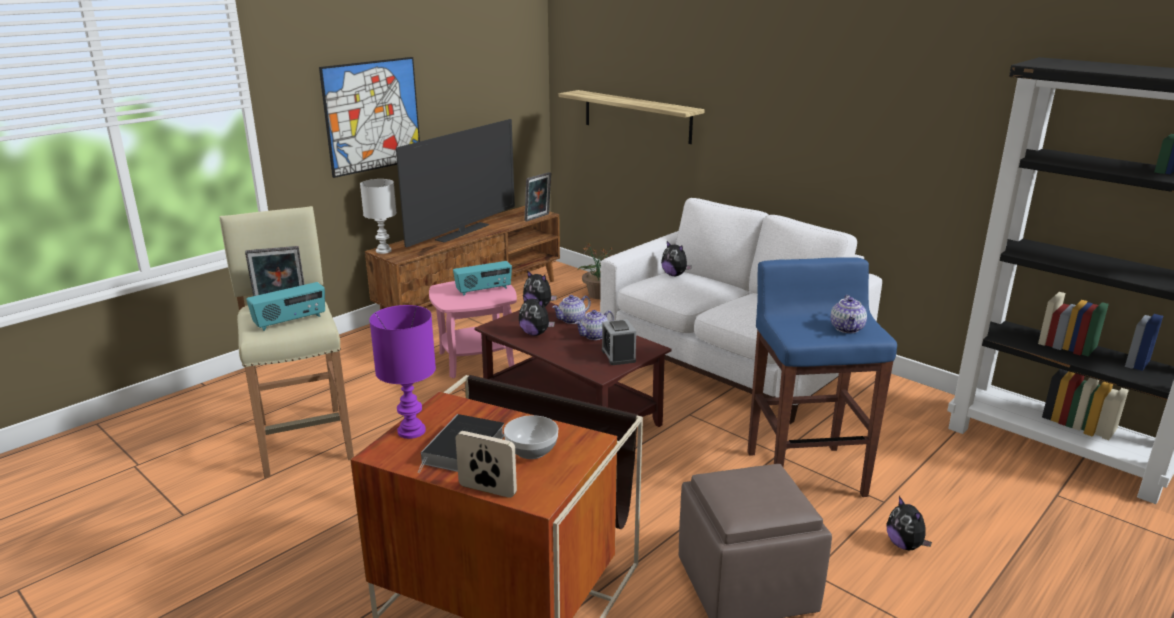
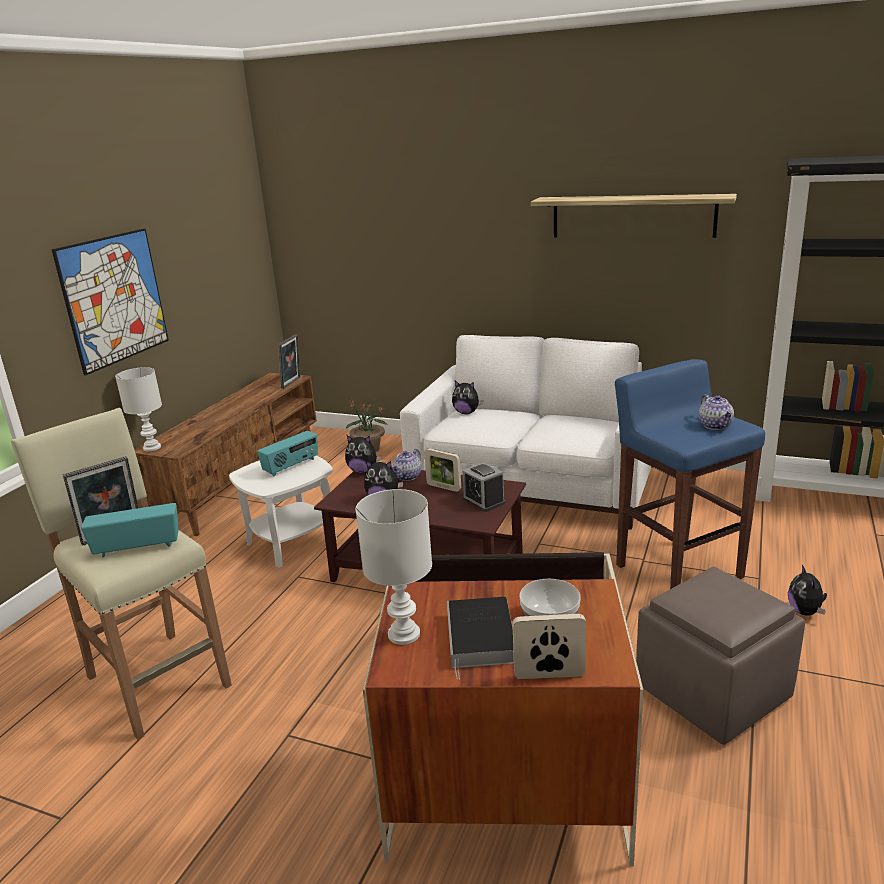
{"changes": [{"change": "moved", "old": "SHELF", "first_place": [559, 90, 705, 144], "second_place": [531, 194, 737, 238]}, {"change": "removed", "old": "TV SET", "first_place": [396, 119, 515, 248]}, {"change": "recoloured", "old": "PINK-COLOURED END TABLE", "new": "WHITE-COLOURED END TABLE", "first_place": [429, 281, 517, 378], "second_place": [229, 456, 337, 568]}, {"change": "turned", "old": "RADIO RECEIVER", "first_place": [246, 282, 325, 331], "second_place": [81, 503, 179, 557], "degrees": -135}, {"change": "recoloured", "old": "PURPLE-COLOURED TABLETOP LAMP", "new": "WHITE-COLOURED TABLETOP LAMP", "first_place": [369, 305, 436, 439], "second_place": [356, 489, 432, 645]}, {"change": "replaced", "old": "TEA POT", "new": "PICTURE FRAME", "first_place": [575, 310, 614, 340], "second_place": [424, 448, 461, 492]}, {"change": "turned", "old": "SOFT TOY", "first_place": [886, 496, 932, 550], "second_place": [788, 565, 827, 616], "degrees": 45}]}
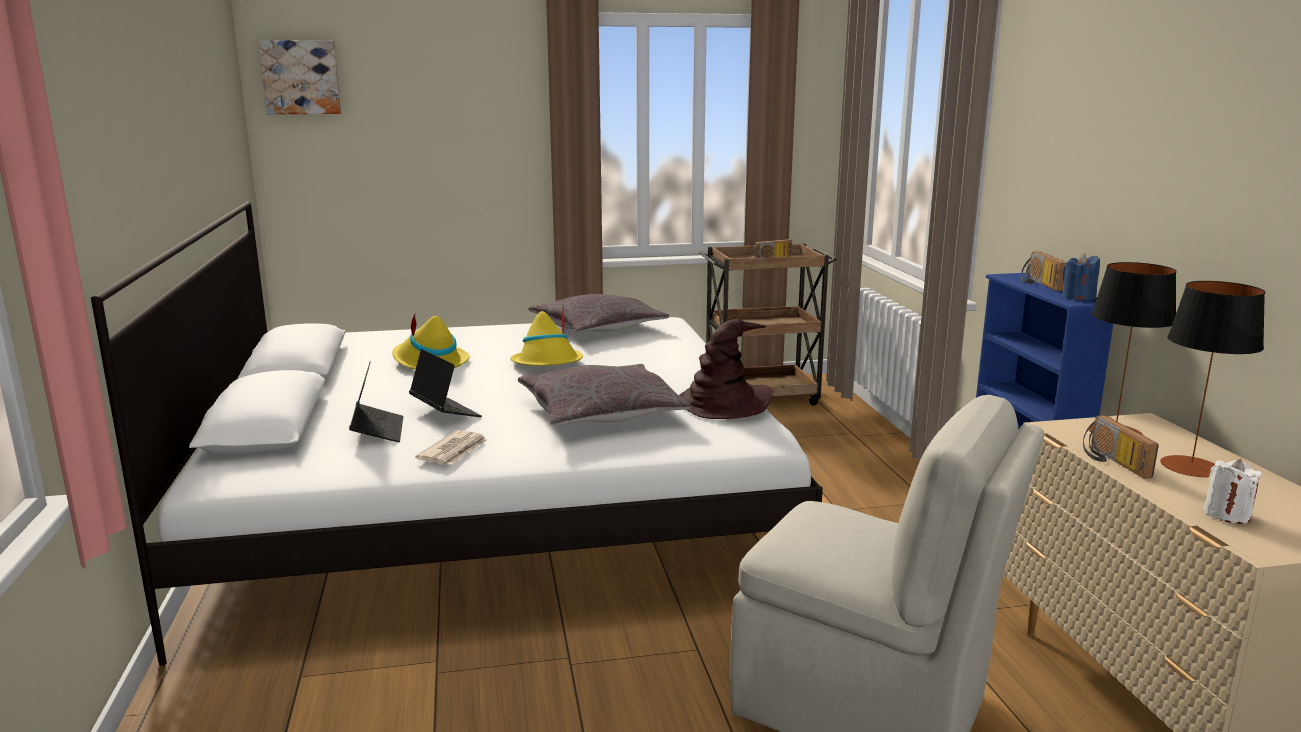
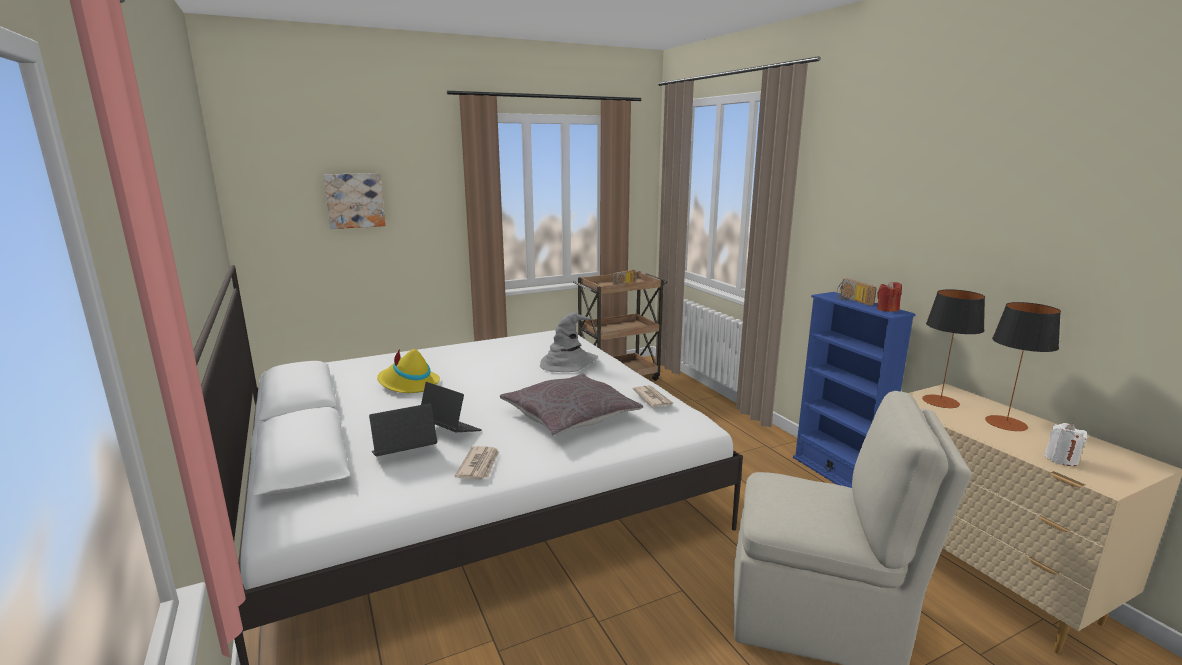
{"changes": [{"change": "moved", "old": "PICTURE", "first_place": [258, 40, 341, 114], "second_place": [323, 173, 386, 229]}, {"change": "recoloured", "old": "BLUISH CANDLE", "new": "RED-COLOURED CANDLE", "first_place": [1062, 253, 1100, 300], "second_place": [877, 281, 902, 312]}, {"change": "removed", "old": "GREYISH THROW PILLOW", "first_place": [528, 294, 669, 333]}, {"change": "removed", "old": "YELLOW WEARABLE HAT", "first_place": [510, 307, 583, 366]}, {"change": "replaced", "old": "BROWN WEARABLE HAT", "new": "PRINTED PAPER", "first_place": [679, 319, 773, 419], "second_place": [633, 385, 673, 407]}, {"change": "turned", "old": "NOTEBOOK COMPUTER", "first_place": [349, 361, 403, 442], "second_place": [369, 403, 437, 456], "degrees": -90}, {"change": "removed", "old": "RADIO RECEIVER", "first_place": [1083, 415, 1159, 479]}, {"change": "added", "new": "GREYISH WEARABLE HAT", "second_place": [540, 312, 598, 372]}]}
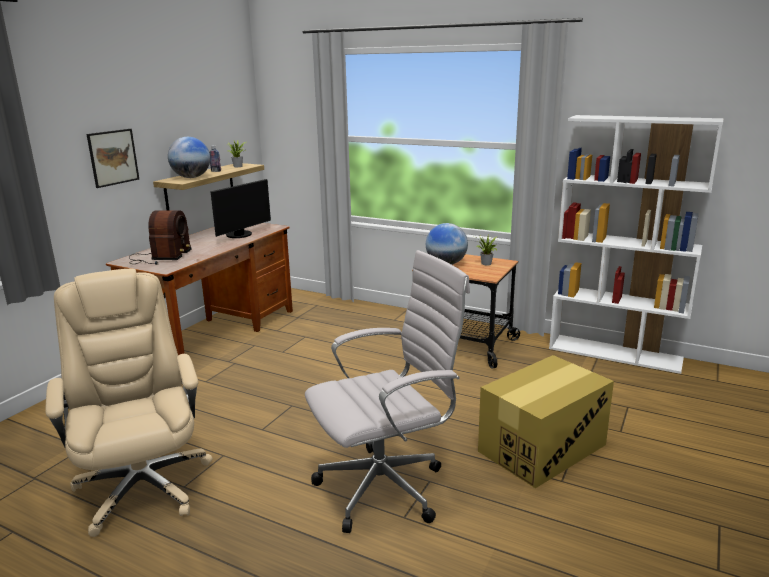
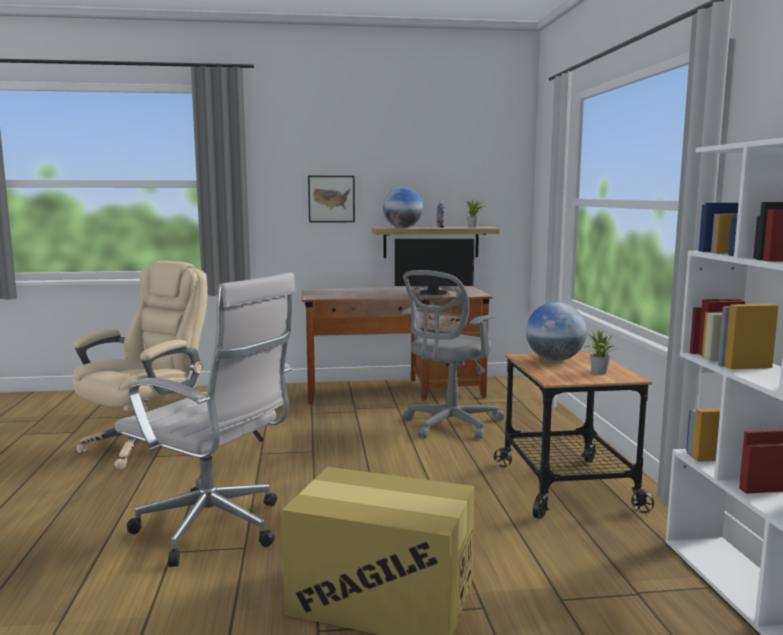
{"changes": [{"change": "removed", "old": "RADIO RECEIVER", "first_place": [129, 210, 192, 265]}, {"change": "added", "new": "GREYISH DESK CHAIR", "second_place": [401, 270, 504, 439]}]}
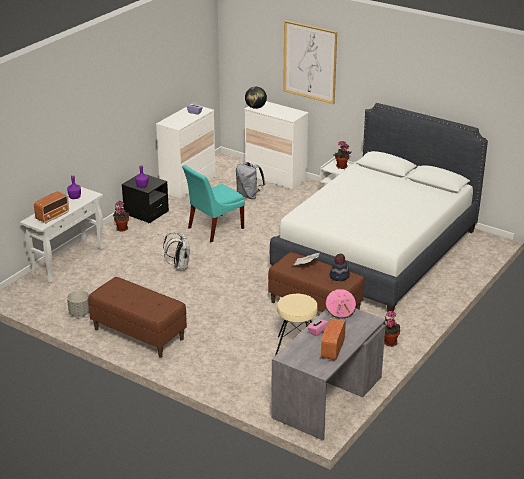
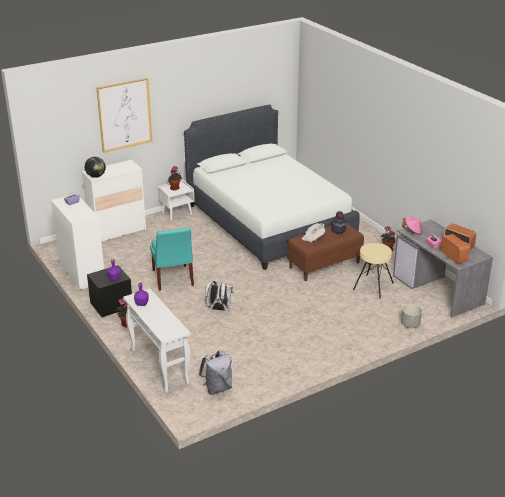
{"changes": [{"change": "moved", "old": "GREYISH BACKPACK", "first_place": [236, 162, 265, 199], "second_place": [199, 351, 232, 395]}, {"change": "moved", "old": "RADIO RECEIVER", "first_place": [34, 191, 69, 223], "second_place": [440, 234, 470, 264]}, {"change": "removed", "old": "BROWN INDOOR BENCH", "first_place": [88, 277, 187, 358]}, {"change": "moved", "old": "GREYISH PLANT POT", "first_place": [67, 290, 89, 317], "second_place": [401, 304, 422, 328]}]}
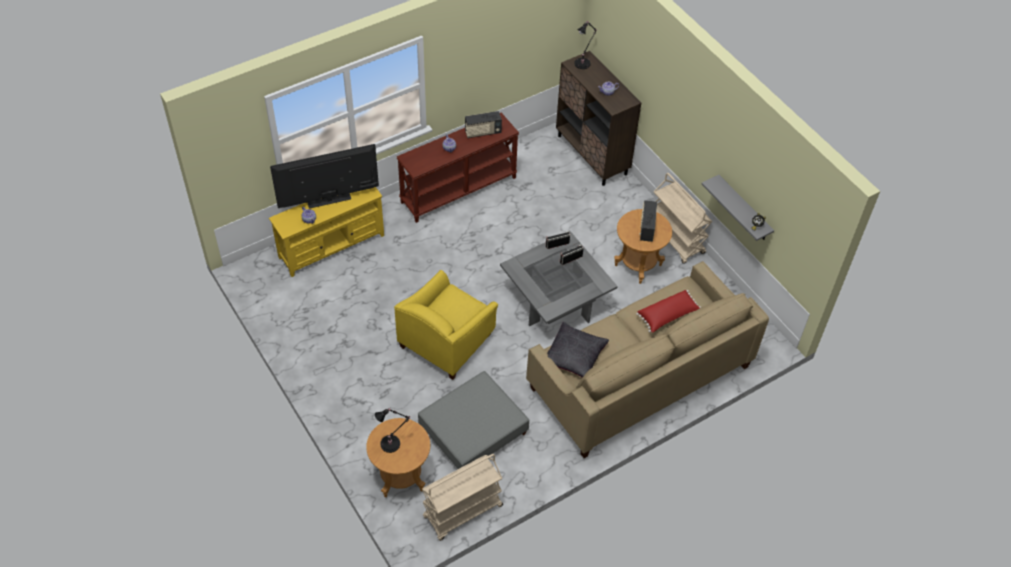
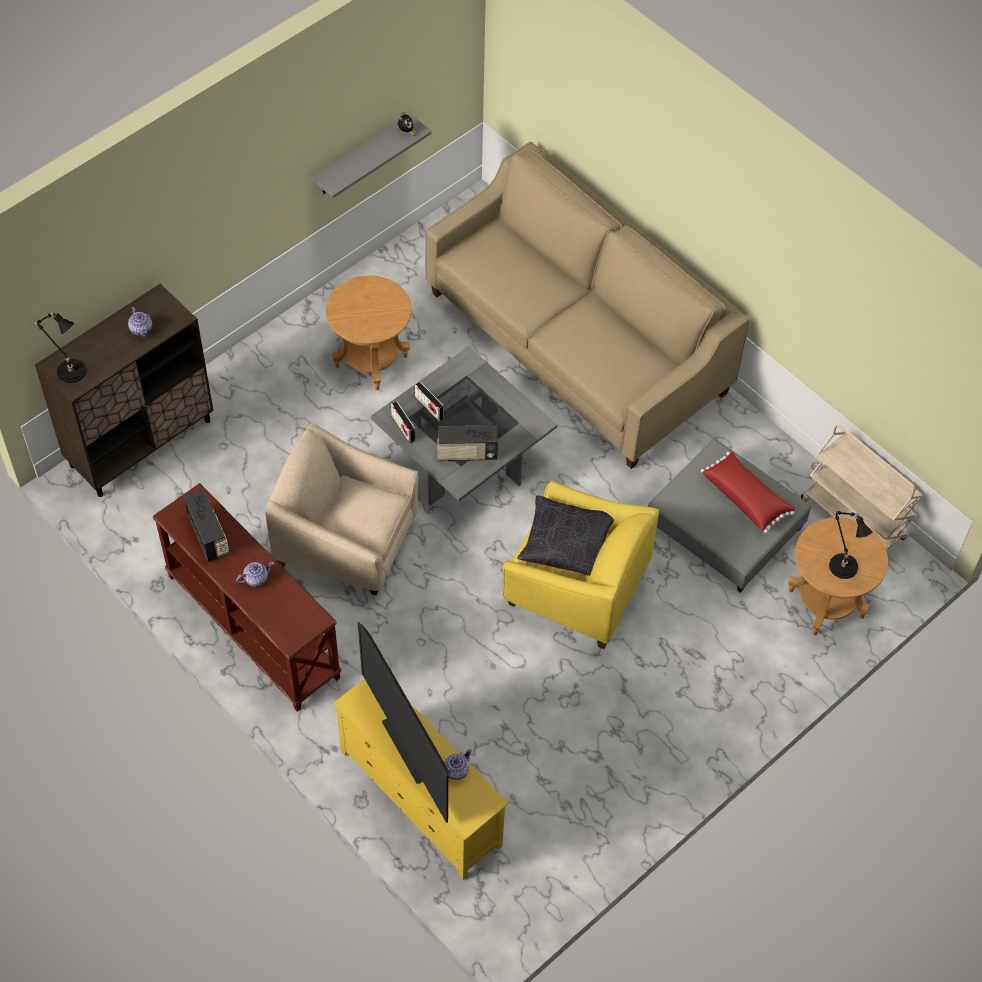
{"changes": [{"change": "removed", "old": "BEIGE WHEELED CART", "first_place": [654, 173, 712, 264]}, {"change": "moved", "old": "RADIO RECEIVER", "first_place": [639, 200, 657, 242], "second_place": [437, 425, 498, 461]}, {"change": "moved", "old": "RED-COLOURED THROW PILLOW", "first_place": [636, 290, 701, 333], "second_place": [701, 452, 795, 533]}, {"change": "moved", "old": "BLACK-COLOURED THROW PILLOW", "first_place": [547, 322, 609, 378], "second_place": [517, 495, 614, 576]}, {"change": "added", "new": "BEIGE EASY CHAIR", "second_place": [265, 423, 418, 595]}]}
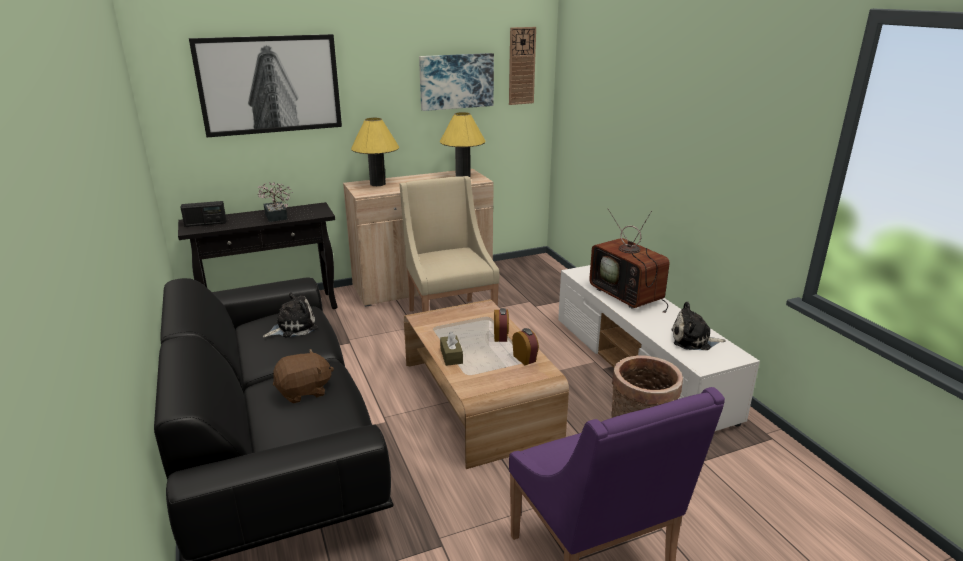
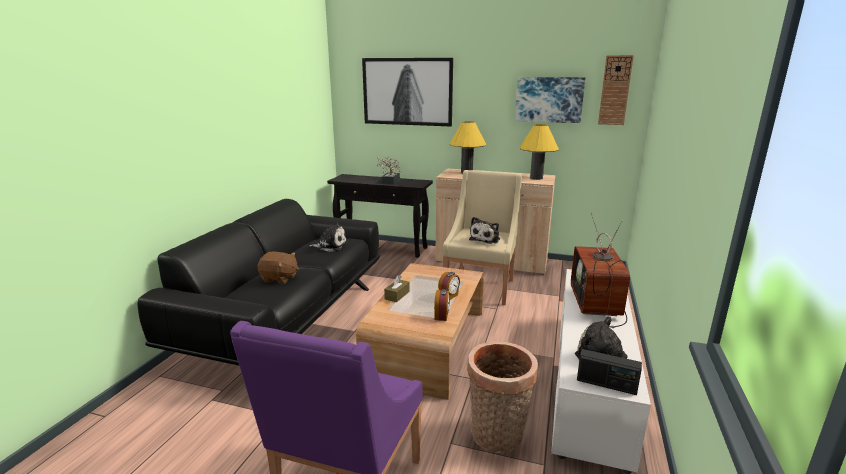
{"changes": [{"change": "moved", "old": "RADIO RECEIVER", "first_place": [180, 201, 227, 227], "second_place": [577, 349, 642, 395]}, {"change": "added", "new": "SOFT TOY", "second_place": [469, 217, 500, 244]}]}
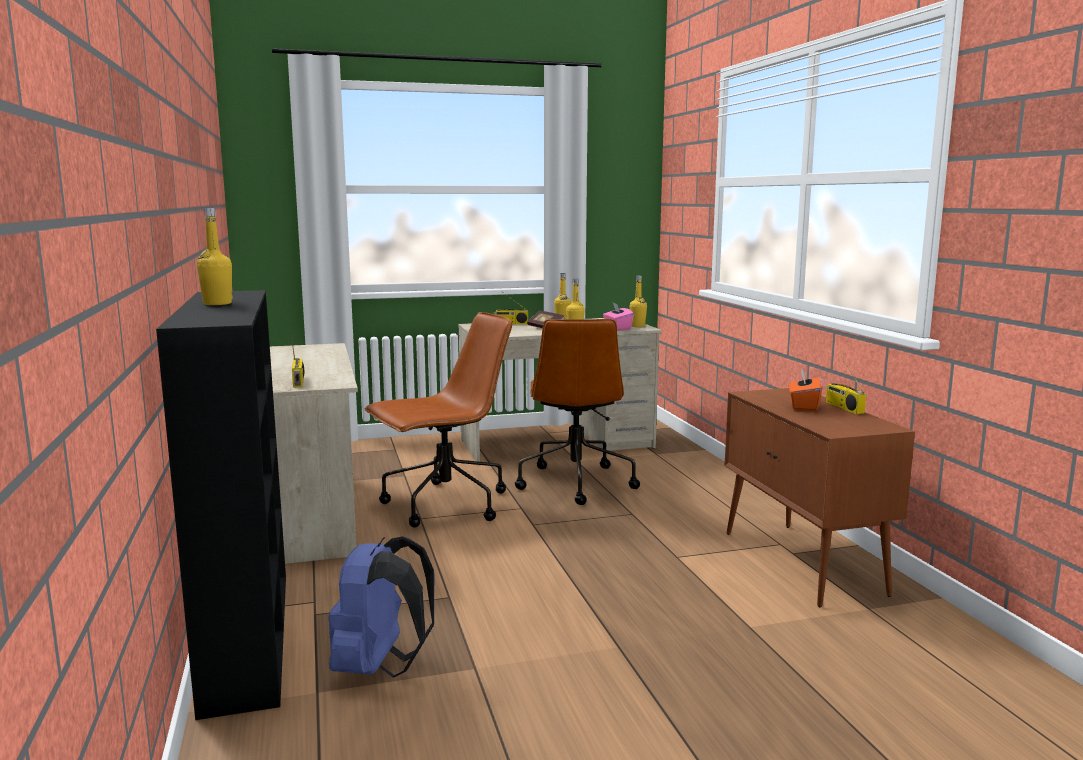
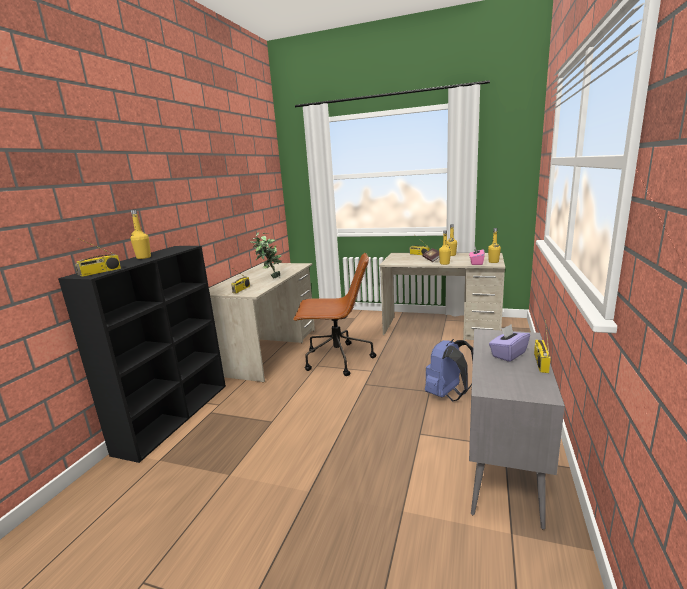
{"changes": [{"change": "removed", "old": "BROWN DESK CHAIR", "first_place": [515, 319, 640, 505]}, {"change": "recoloured", "old": "ORANGEY TISSUE BOX", "new": "PURPLE-COLOURED TISSUE BOX", "first_place": [789, 369, 823, 411], "second_place": [489, 324, 530, 362]}, {"change": "recoloured", "old": "BROWN CUPBOARD", "new": "GREYISH CUPBOARD", "first_place": [725, 388, 915, 607], "second_place": [469, 329, 565, 530]}, {"change": "moved", "old": "BLUISH BACKPACK", "first_place": [329, 536, 434, 677], "second_place": [425, 339, 473, 401]}, {"change": "added", "new": "PLANT IN A POT", "second_place": [250, 232, 283, 278]}, {"change": "added", "new": "RADIO RECEIVER", "second_place": [75, 238, 121, 277]}]}
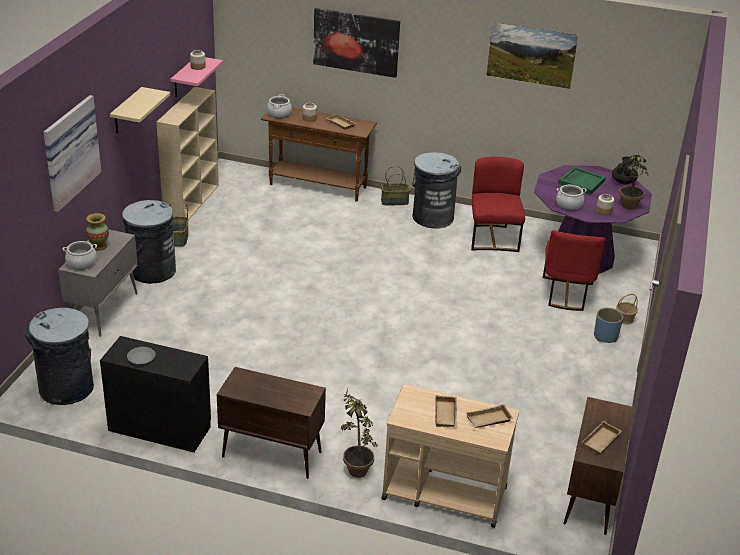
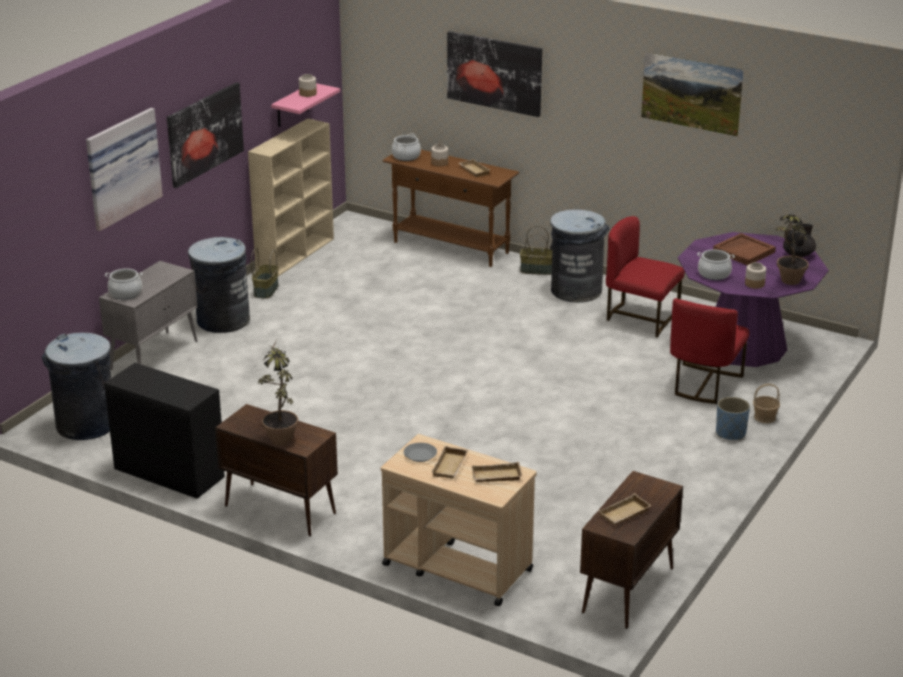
{"changes": [{"change": "replaced", "old": "BEIGE SHELF", "new": "PICTURE", "first_place": [110, 87, 170, 134], "second_place": [167, 82, 244, 188]}, {"change": "turned", "old": "RED-COLOURED UPRIGHT CHAIR", "first_place": [471, 157, 525, 252], "second_place": [606, 216, 685, 338], "degrees": -75}, {"change": "recoloured", "old": "GREEN TRAY", "new": "BROWN TRAY", "first_place": [558, 167, 606, 195], "second_place": [713, 233, 776, 265]}, {"change": "removed", "old": "FLOWER VASE", "first_place": [86, 213, 109, 251]}, {"change": "moved", "old": "GREYISH FLAT DISH", "first_place": [127, 347, 156, 365], "second_place": [404, 443, 437, 462]}, {"change": "moved", "old": "PLANT IN A POT", "first_place": [341, 389, 378, 478], "second_place": [258, 340, 298, 446]}]}
